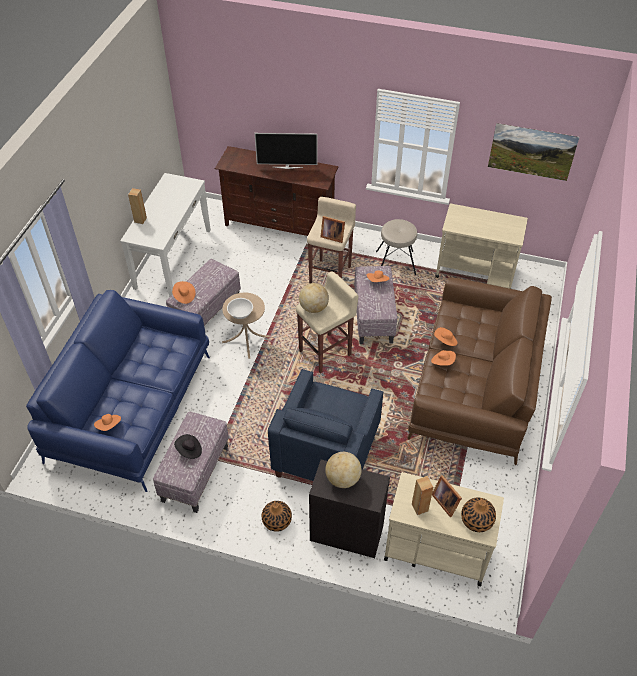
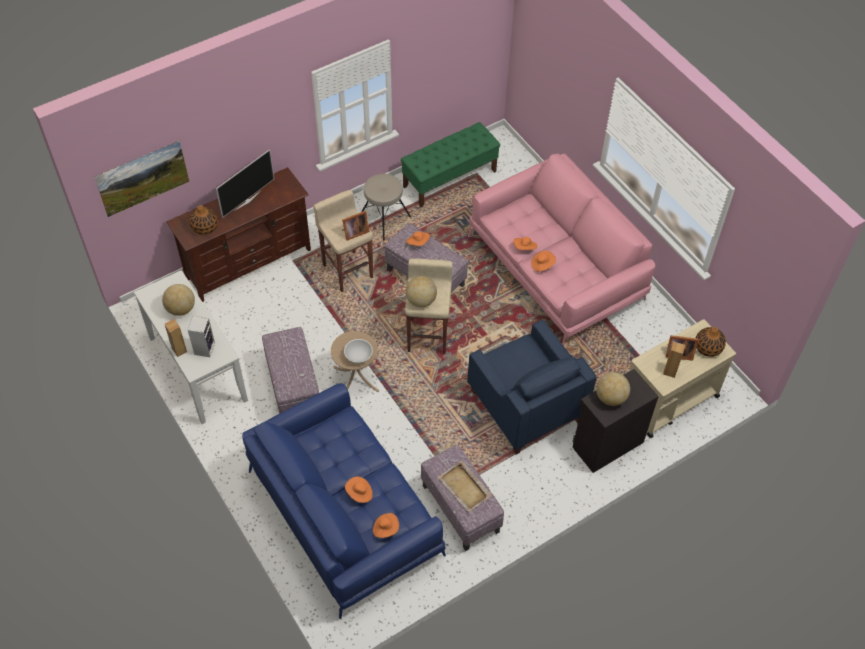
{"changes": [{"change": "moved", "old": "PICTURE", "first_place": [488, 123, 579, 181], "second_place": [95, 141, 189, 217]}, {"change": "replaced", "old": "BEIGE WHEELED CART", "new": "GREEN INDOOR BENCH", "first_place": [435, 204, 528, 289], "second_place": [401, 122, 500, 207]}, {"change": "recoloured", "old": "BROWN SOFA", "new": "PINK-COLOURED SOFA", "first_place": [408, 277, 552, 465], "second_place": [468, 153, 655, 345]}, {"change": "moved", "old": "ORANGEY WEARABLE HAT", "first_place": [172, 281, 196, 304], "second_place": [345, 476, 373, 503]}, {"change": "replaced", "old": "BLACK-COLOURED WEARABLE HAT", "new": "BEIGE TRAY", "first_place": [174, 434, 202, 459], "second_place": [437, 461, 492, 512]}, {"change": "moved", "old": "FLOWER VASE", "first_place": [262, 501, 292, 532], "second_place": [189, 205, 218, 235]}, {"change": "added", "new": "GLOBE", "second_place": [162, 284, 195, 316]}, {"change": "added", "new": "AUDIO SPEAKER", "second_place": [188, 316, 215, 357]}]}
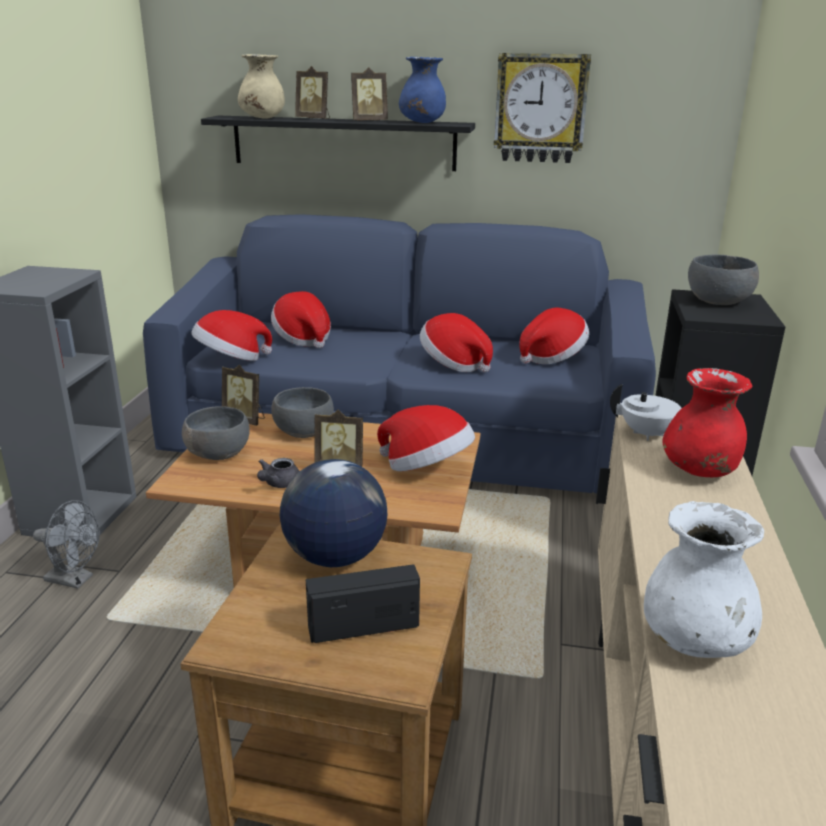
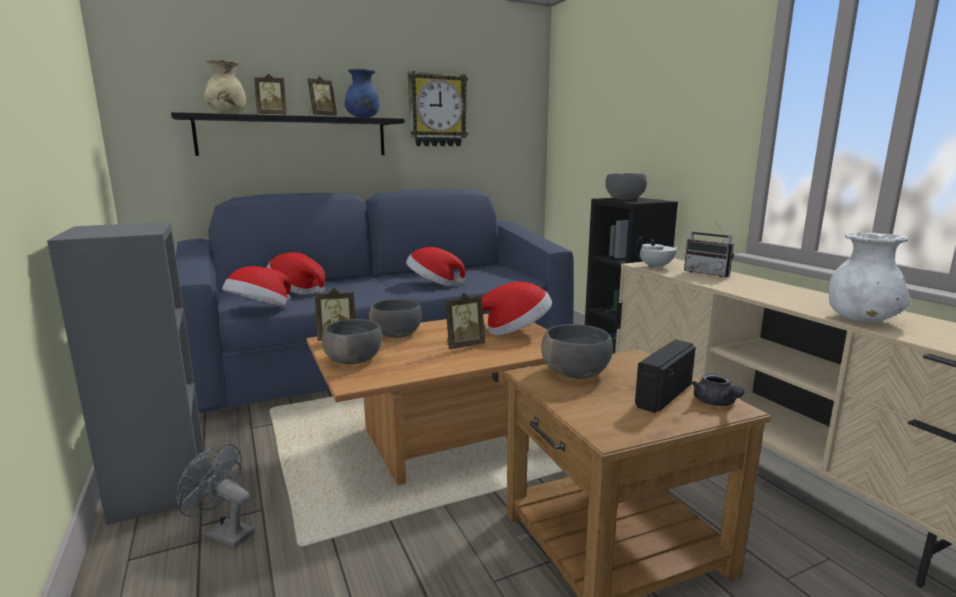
{"changes": [{"change": "removed", "old": "WEARABLE HAT", "first_place": [519, 307, 589, 364]}, {"change": "replaced", "old": "RED-COLOURED FLOWER VASE", "new": "RADIO RECEIVER", "first_place": [662, 368, 752, 477], "second_place": [684, 221, 734, 277]}, {"change": "moved", "old": "GREYISH TEA POT", "first_place": [257, 458, 300, 488], "second_place": [692, 373, 744, 406]}, {"change": "replaced", "old": "GLOBE", "new": "GREYISH SERVING BOWL", "first_place": [280, 459, 387, 567], "second_place": [541, 324, 613, 379]}, {"change": "turned", "old": "GREYISH COOLING FAN", "first_place": [33, 500, 100, 589], "second_place": [176, 443, 255, 548], "degrees": -135}]}
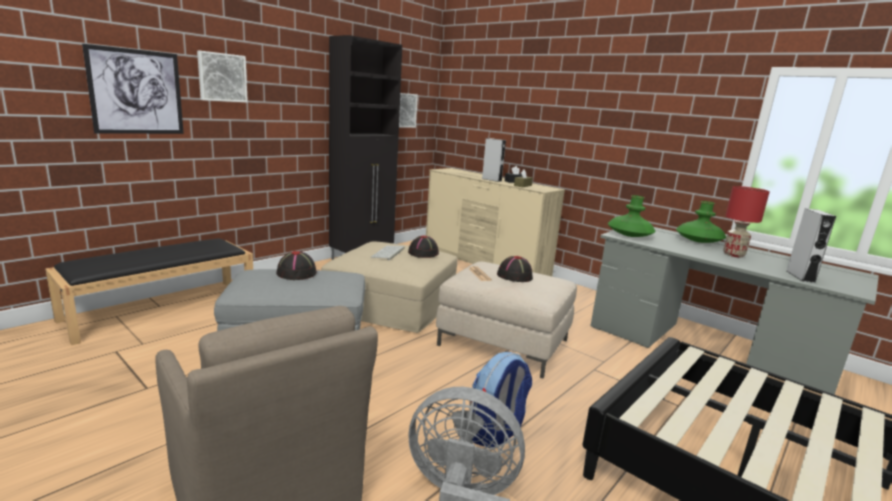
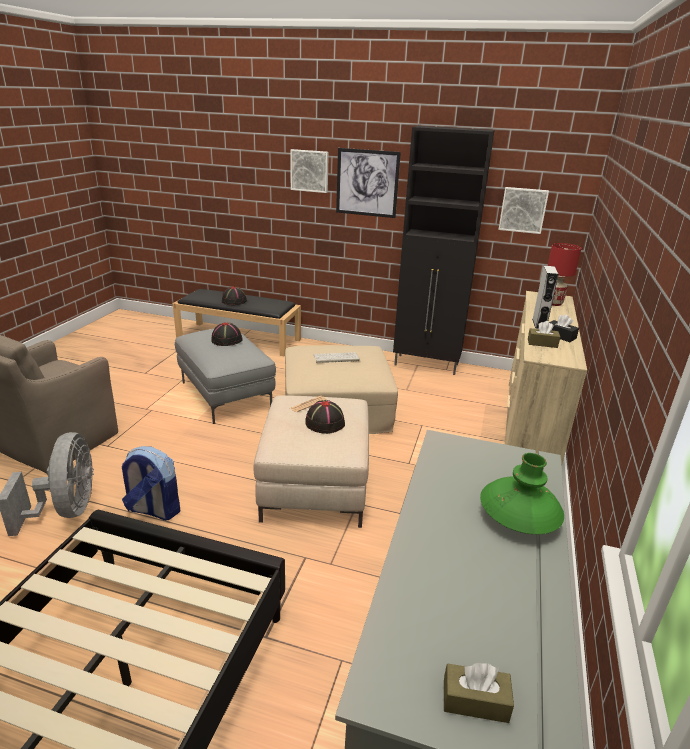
{"changes": [{"change": "moved", "old": "PICTURE", "first_place": [82, 44, 184, 134], "second_place": [336, 148, 401, 218]}, {"change": "moved", "old": "RED-COLOURED TABLETOP LAMP", "first_place": [723, 186, 770, 258], "second_place": [548, 243, 581, 306]}, {"change": "removed", "old": "GREEN FLOWER VASE", "first_place": [608, 195, 656, 237]}, {"change": "removed", "old": "GREYISH AUDIO SPEAKER", "first_place": [787, 208, 836, 283]}, {"change": "moved", "old": "BLACK-COLOURED WEARABLE HAT", "first_place": [408, 235, 439, 258], "second_place": [222, 287, 247, 305]}, {"change": "added", "new": "BROWN TISSUE BOX", "second_place": [444, 663, 514, 723]}]}
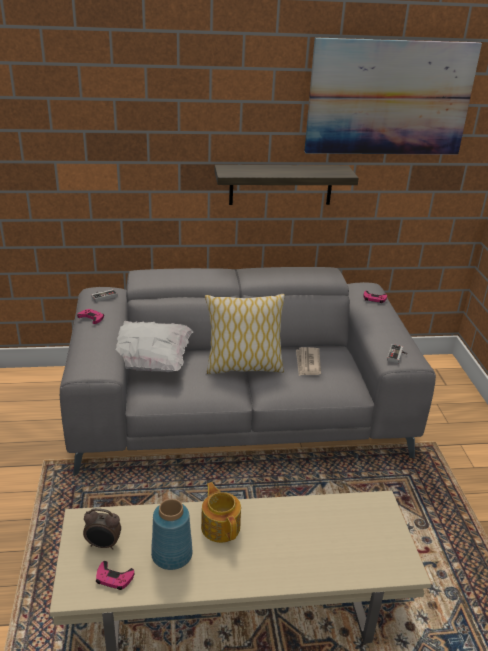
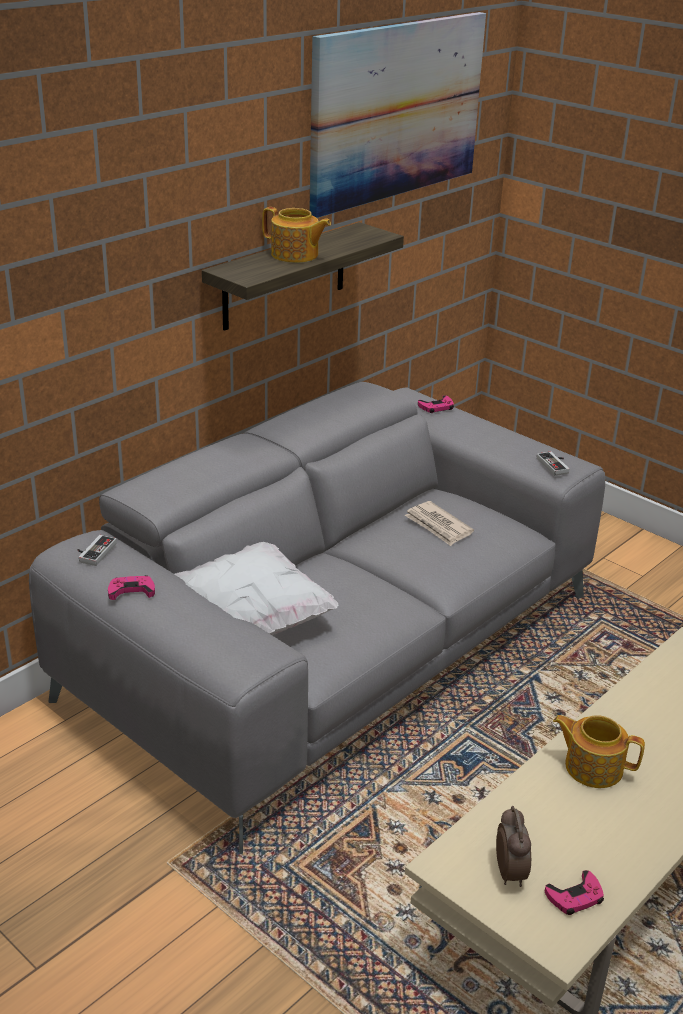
{"changes": [{"change": "removed", "old": "THROW PILLOW", "first_place": [205, 294, 285, 375]}, {"change": "removed", "old": "BLUISH FLOWER VASE", "first_place": [151, 499, 193, 570]}, {"change": "turned", "old": "TABLE CLOCK", "first_place": [83, 508, 121, 550], "second_place": [496, 806, 531, 887], "degrees": -60}, {"change": "added", "new": "TEA POT", "second_place": [262, 207, 331, 263]}]}
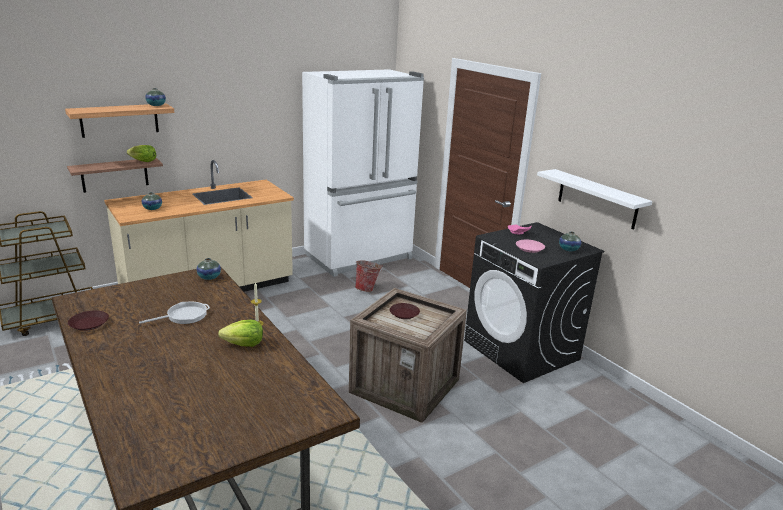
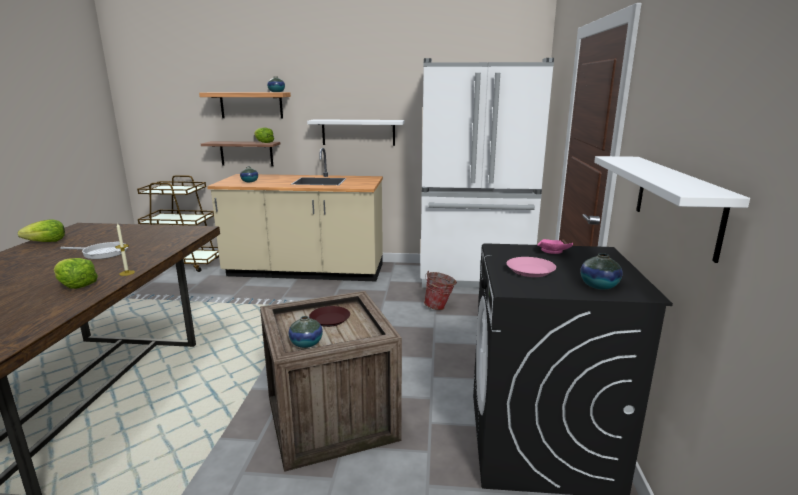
{"changes": [{"change": "moved", "old": "FLOWER VASE", "first_place": [197, 258, 221, 280], "second_place": [289, 316, 323, 348]}, {"change": "replaced", "old": "BROWN FLAT DISH", "new": "LETTUCE HEAD", "first_place": [68, 311, 109, 331], "second_place": [18, 219, 65, 242]}, {"change": "added", "new": "WHITE-COLOURED SHELF", "second_place": [307, 119, 404, 146]}]}
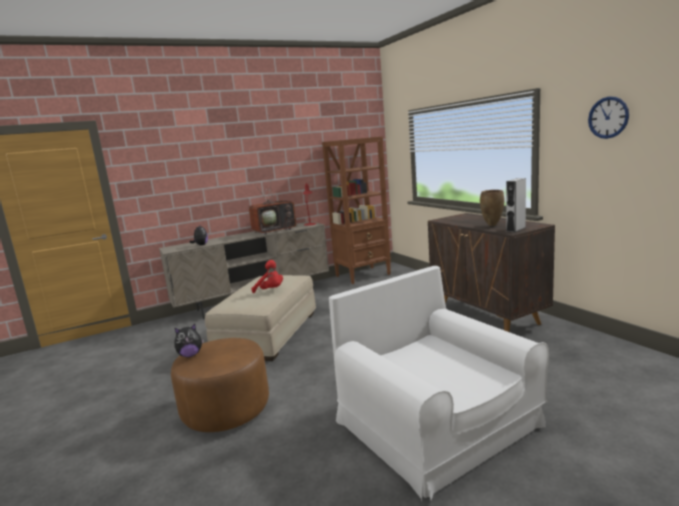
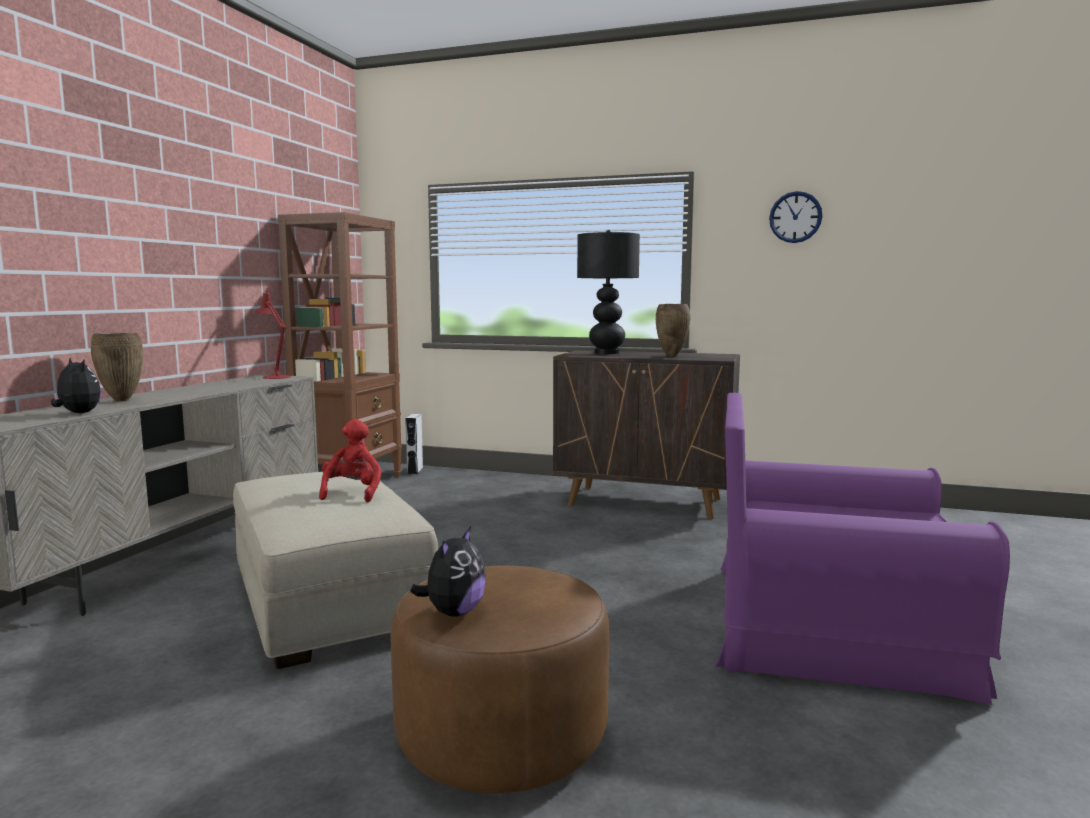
{"changes": [{"change": "moved", "old": "GREYISH AUDIO SPEAKER", "first_place": [506, 178, 526, 232], "second_place": [405, 414, 423, 474]}, {"change": "removed", "old": "TV SET", "first_place": [249, 183, 298, 235]}, {"change": "turned", "old": "RED-COLOURED SOFT TOY", "first_place": [251, 260, 283, 293], "second_place": [319, 419, 382, 502], "degrees": -75}, {"change": "recoloured", "old": "WHITE-COLOURED EASY CHAIR", "new": "PURPLE-COLOURED EASY CHAIR", "first_place": [329, 266, 549, 502], "second_place": [715, 393, 1010, 705]}, {"change": "added", "new": "BLACK-COLOURED TABLETOP LAMP", "second_place": [577, 230, 640, 354]}, {"change": "added", "new": "BROWN FLOWER VASE", "second_place": [91, 333, 143, 402]}]}
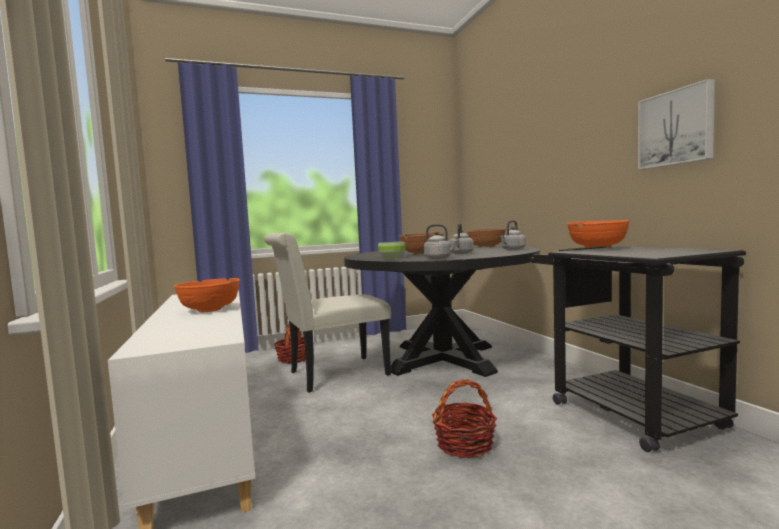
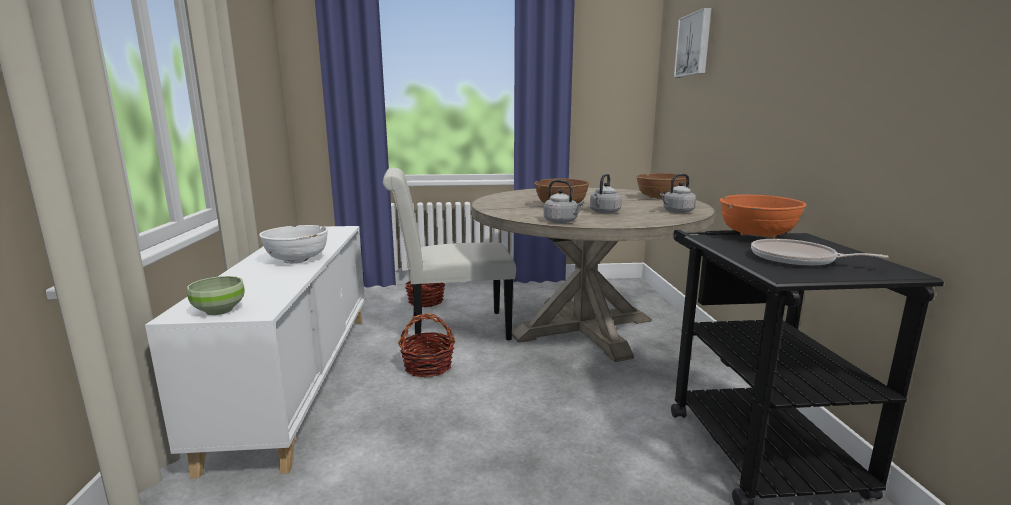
{"changes": [{"change": "moved", "old": "PICTURE", "first_place": [638, 79, 715, 170], "second_place": [674, 8, 712, 77]}, {"change": "moved", "old": "GREEN SERVING BOWL", "first_place": [378, 242, 405, 259], "second_place": [187, 276, 245, 315]}, {"change": "recoloured", "old": "BLACK-COLOURED KITCHEN TABLE", "new": "BEIGE KITCHEN TABLE", "first_place": [344, 246, 540, 377], "second_place": [472, 187, 715, 362]}, {"change": "recoloured", "old": "ORANGEY SERVING BOWL", "new": "WHITE-COLOURED SERVING BOWL", "first_place": [174, 278, 240, 312], "second_place": [259, 225, 328, 263]}, {"change": "moved", "old": "STORAGE BASKET", "first_place": [432, 379, 497, 458], "second_place": [398, 313, 455, 377]}, {"change": "added", "new": "SKILLET", "second_place": [751, 239, 888, 267]}]}
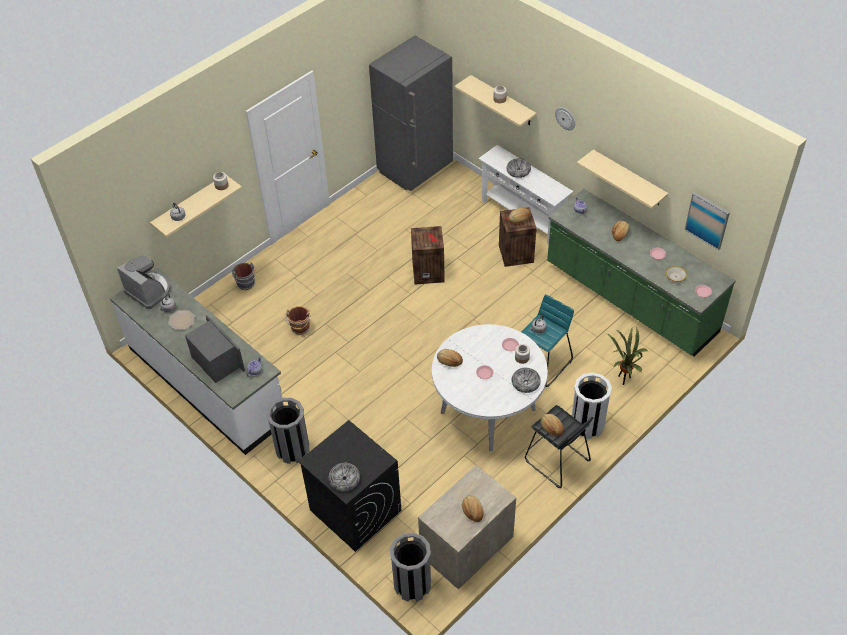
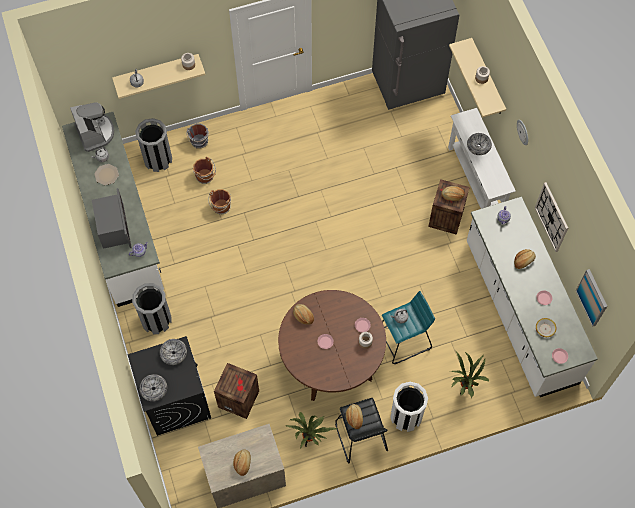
{"changes": [{"change": "replaced", "old": "BEIGE SHELF", "new": "CLOCK ON THE WALL", "first_place": [577, 150, 668, 209], "second_place": [535, 182, 568, 252]}, {"change": "recoloured", "old": "GREEN KITCHEN COUNTER", "new": "WHITE-COLOURED KITCHEN COUNTER", "first_place": [547, 189, 736, 357], "second_place": [467, 196, 598, 397]}, {"change": "moved", "old": "CRATE", "first_place": [411, 226, 445, 284], "second_place": [214, 363, 259, 419]}, {"change": "recoloured", "old": "WHITE-COLOURED KITCHEN TABLE", "new": "BROWN KITCHEN TABLE", "first_place": [432, 324, 548, 451], "second_place": [278, 290, 386, 401]}, {"change": "moved", "old": "SERVING BOWL", "first_place": [512, 368, 541, 393], "second_place": [160, 339, 187, 365]}, {"change": "moved", "old": "GREYISH RUBBISH BIN", "first_place": [390, 533, 431, 602], "second_place": [135, 118, 172, 172]}, {"change": "added", "new": "BROWN WATER BUCKET", "second_place": [193, 157, 216, 184]}, {"change": "added", "new": "PLANT IN A POT", "second_place": [286, 412, 338, 449]}]}
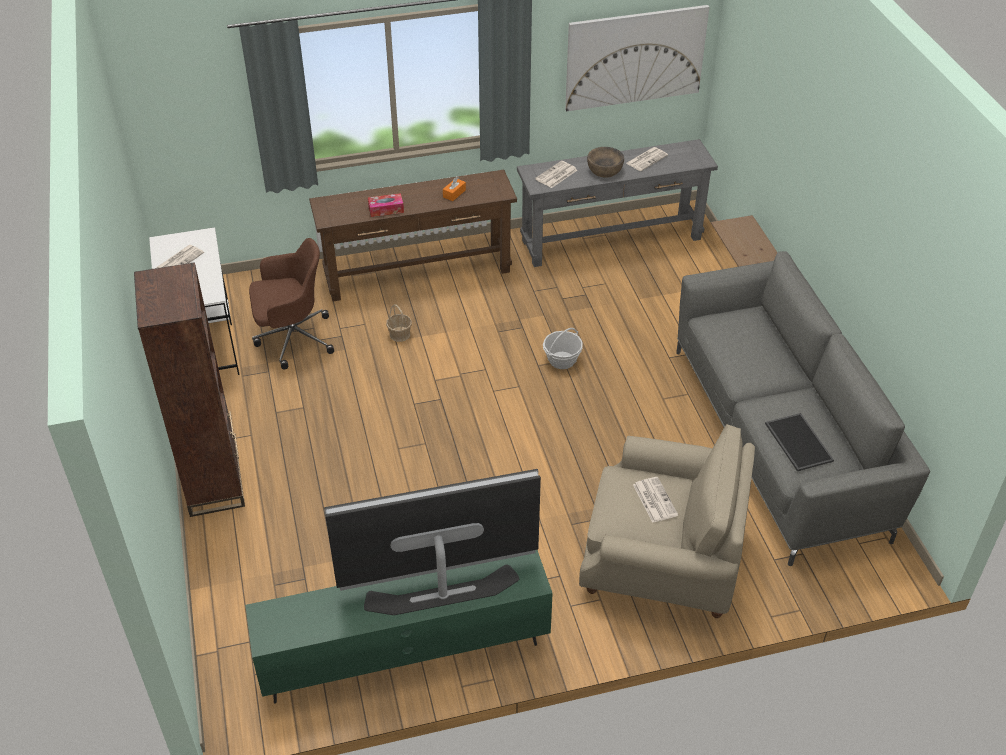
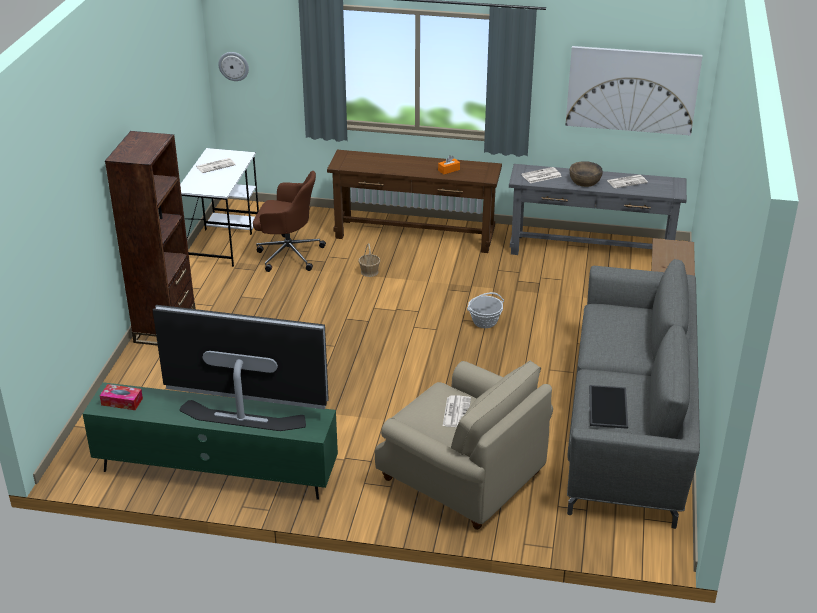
{"changes": [{"change": "moved", "old": "TISSUE BOX", "first_place": [368, 193, 404, 217], "second_place": [100, 384, 143, 410]}, {"change": "added", "new": "CLOCK ON THE WALL", "second_place": [219, 52, 249, 81]}]}
